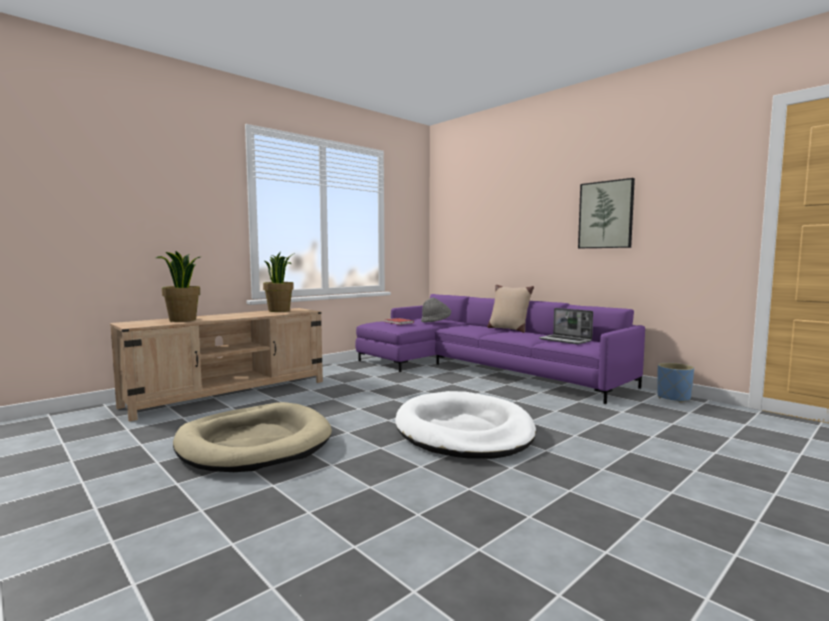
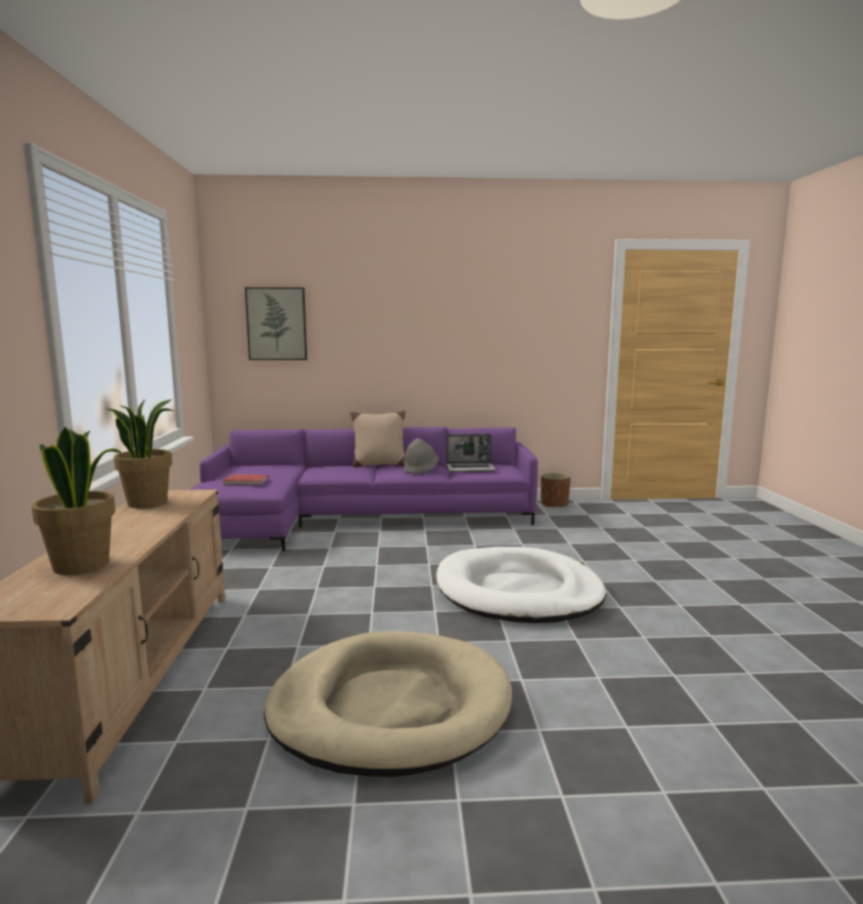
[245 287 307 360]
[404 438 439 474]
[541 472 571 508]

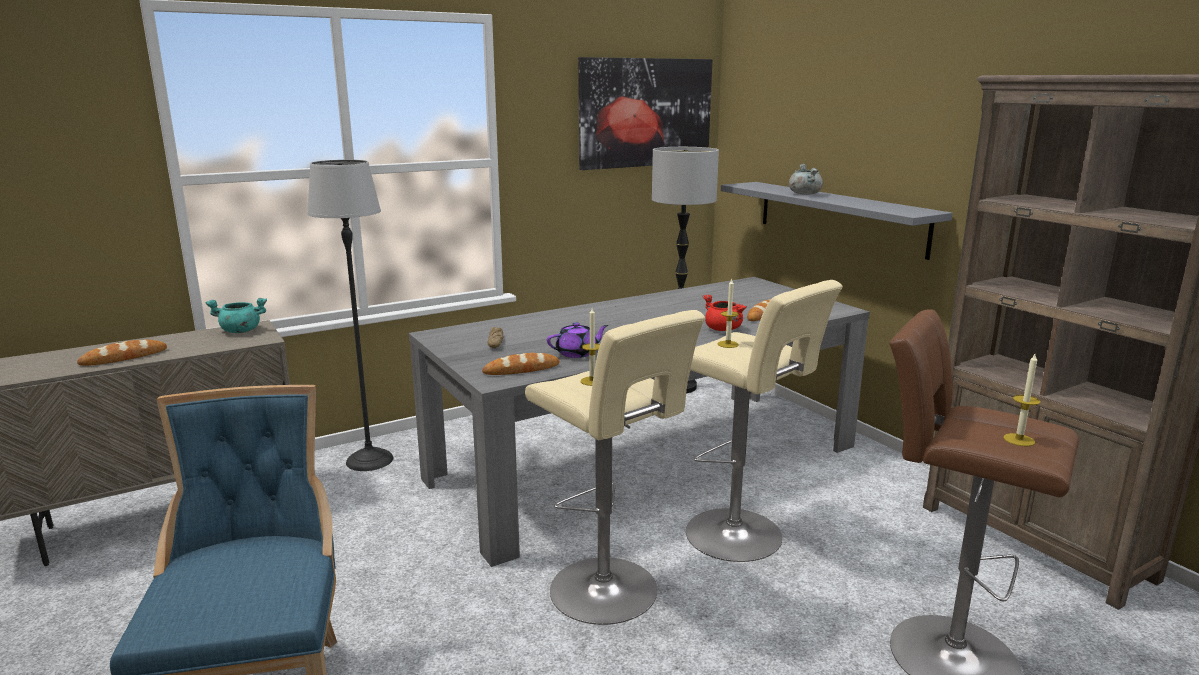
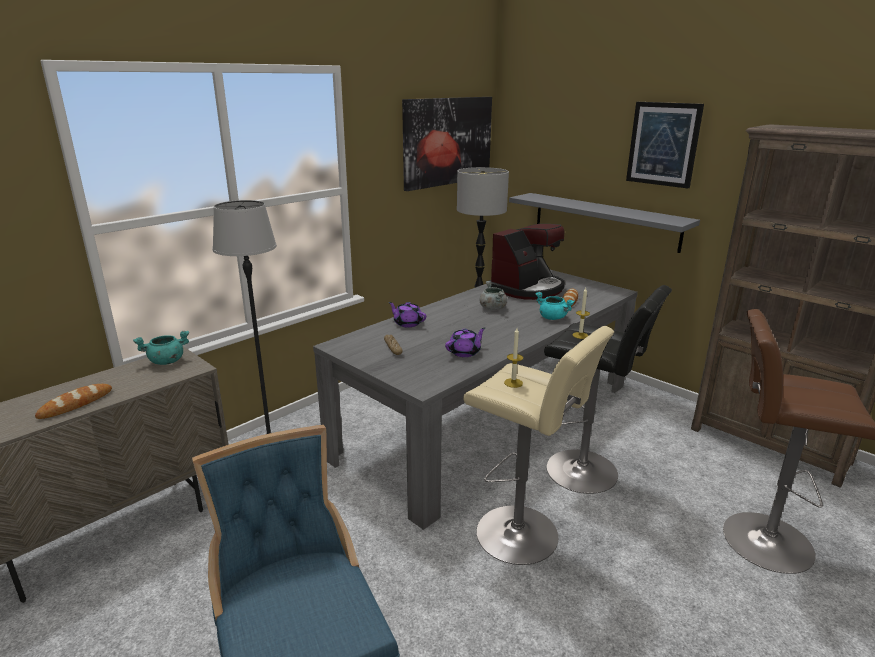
[389 302 426 327]
[480 281 507 310]
[489 224 565 300]
[535 292 575 320]
[544 285 672 494]
[626 102 704 188]
[482 353 560 375] (first image)
[1003 354 1040 447] (first image)

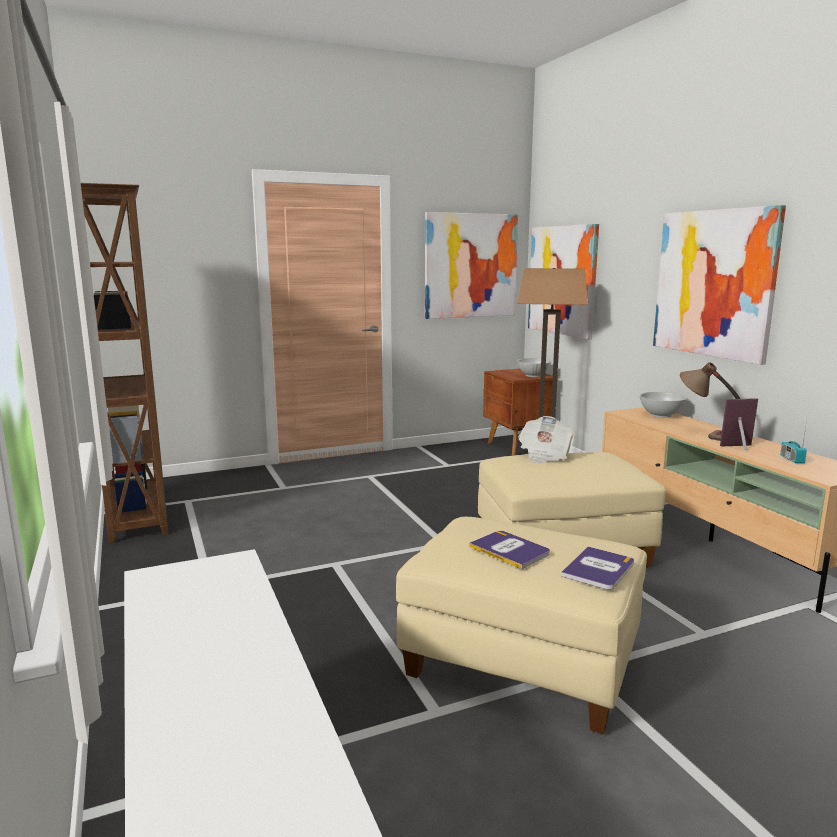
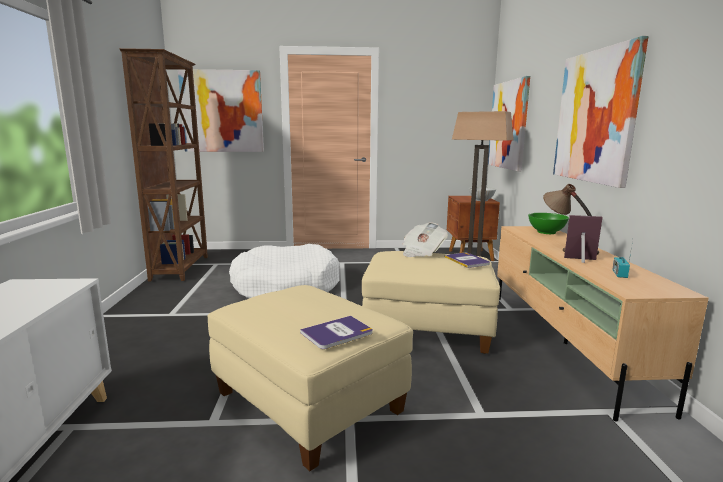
[178 69 264 152]
[229 244 340 298]
[445 253 490 268]
[528 213 569 234]

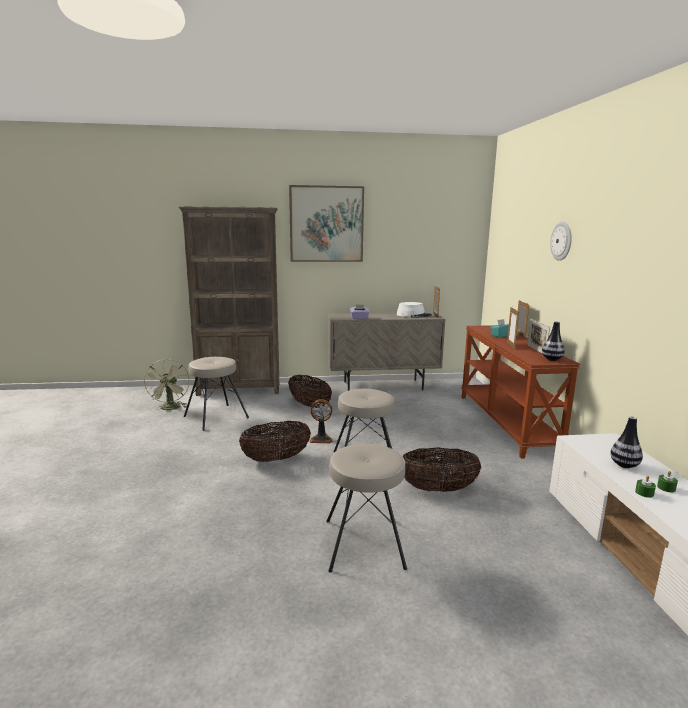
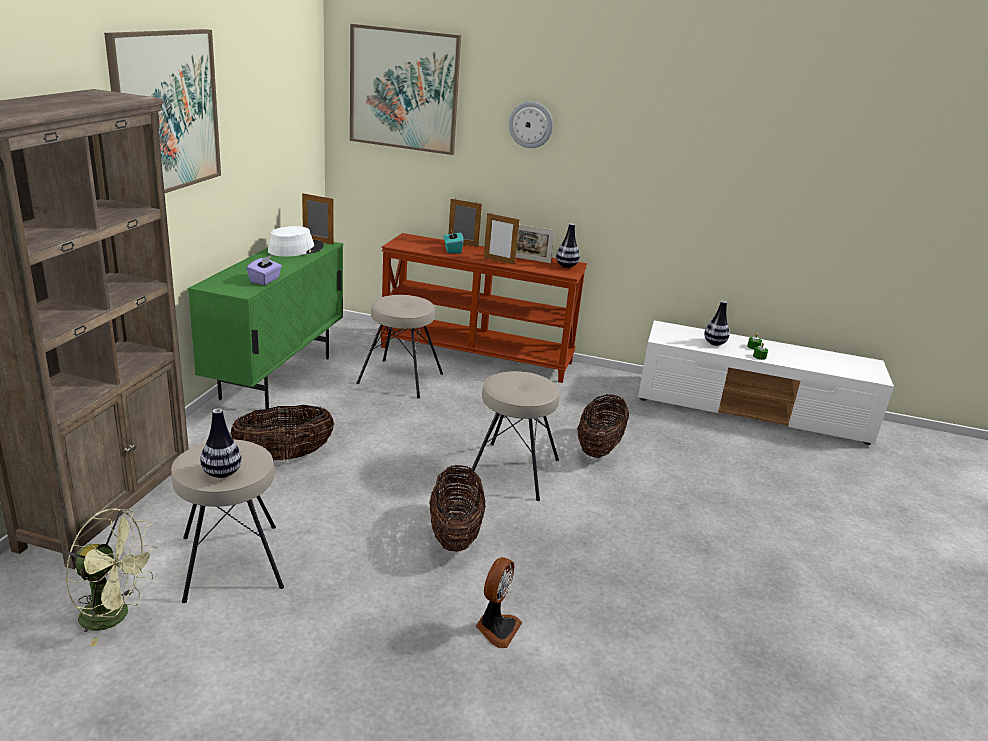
[188 242 343 409]
[200 409 242 478]
[350 24 461 155]
[356 295 443 399]
[476 557 522 648]

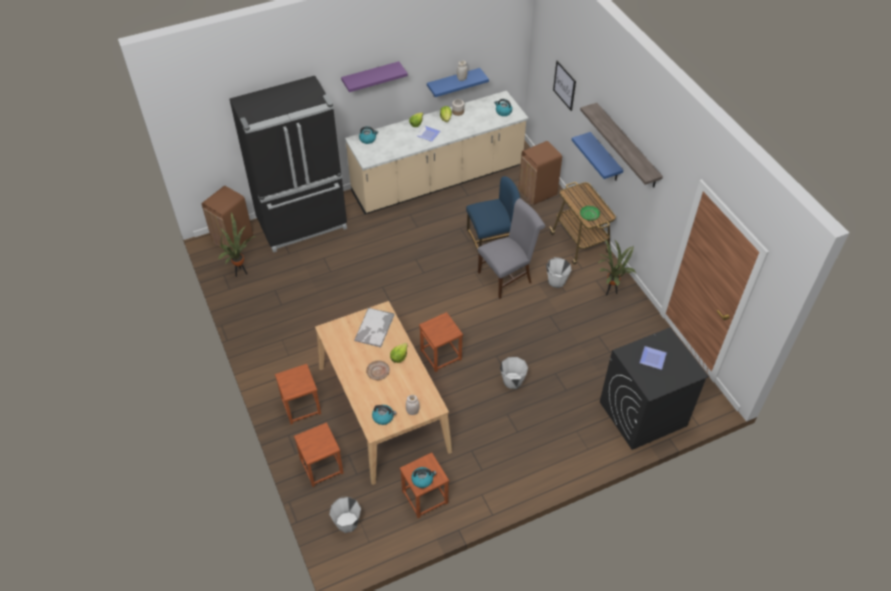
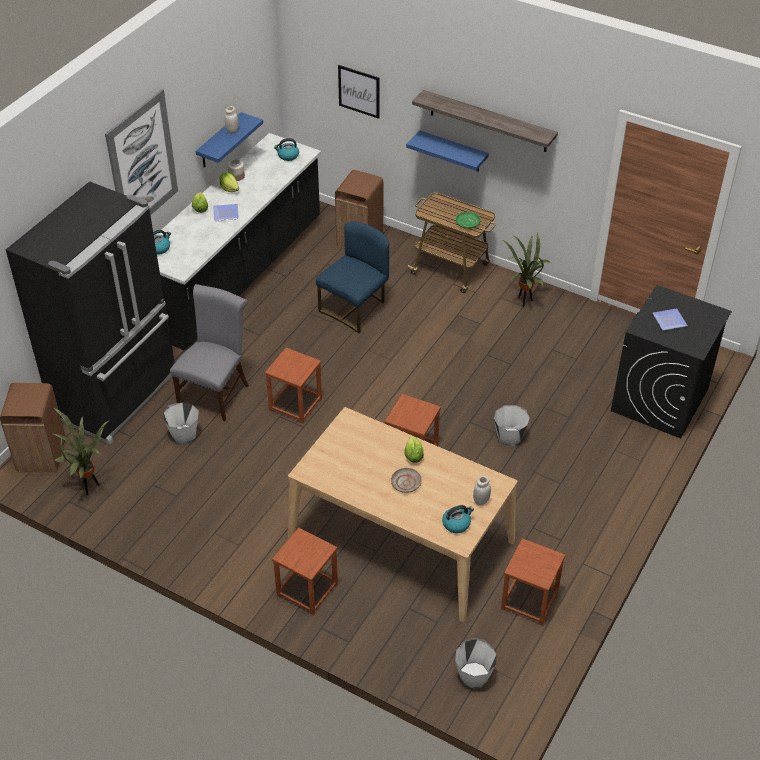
[105 89 178 215]
[156 133 321 350]
[163 402 199 444]
[170 284 249 421]
[265 348 322 424]
[354 308 395 347] (first image)
[411 467 436 488] (first image)

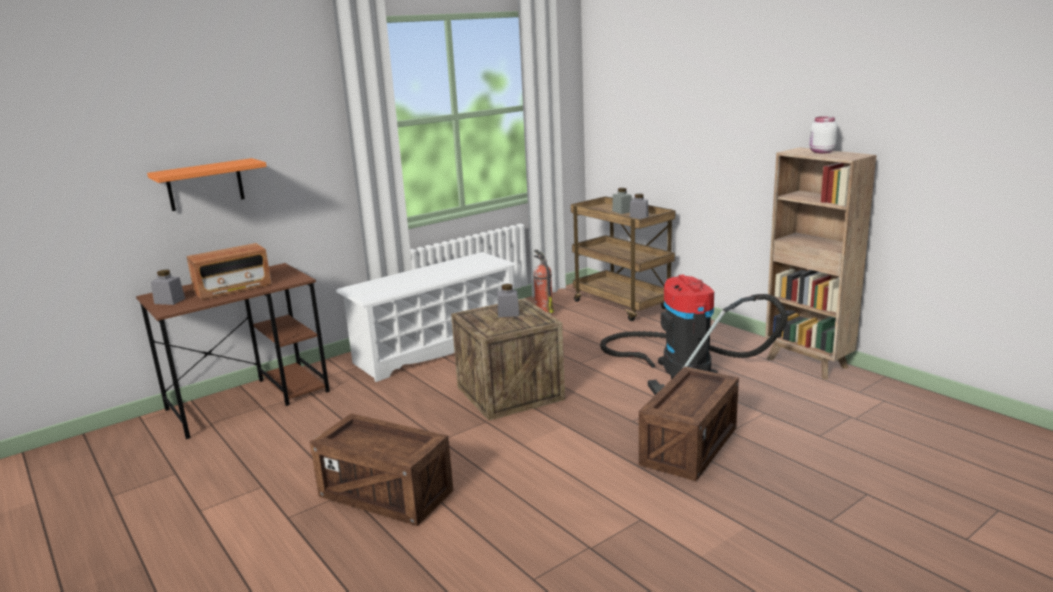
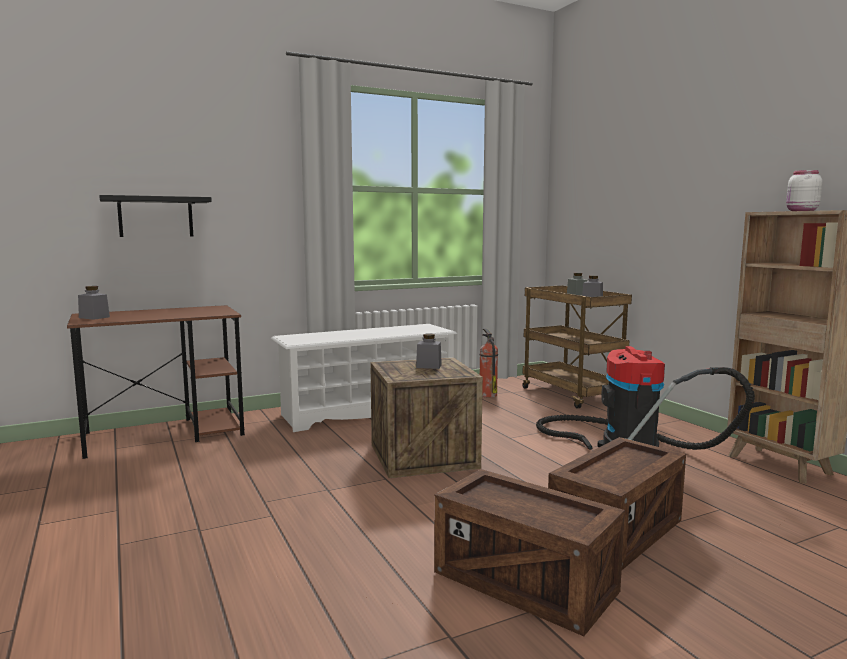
[99 195 212 237]
[434 469 625 636]
[186 243 271 300] (first image)

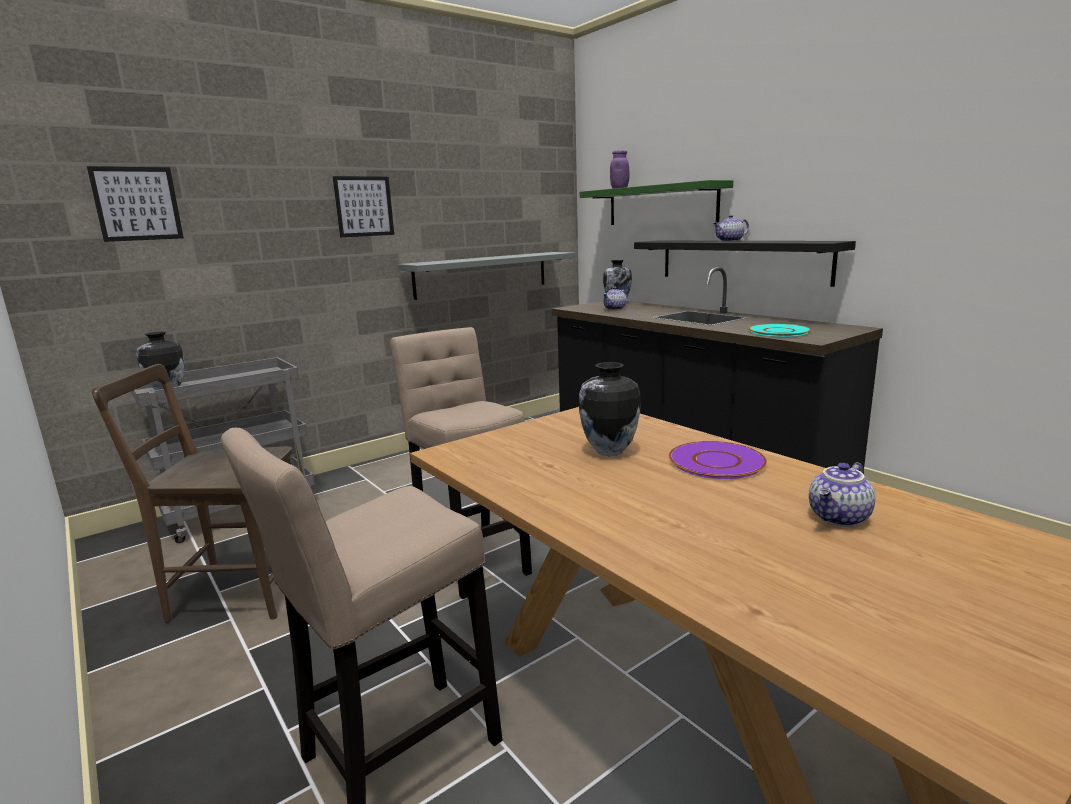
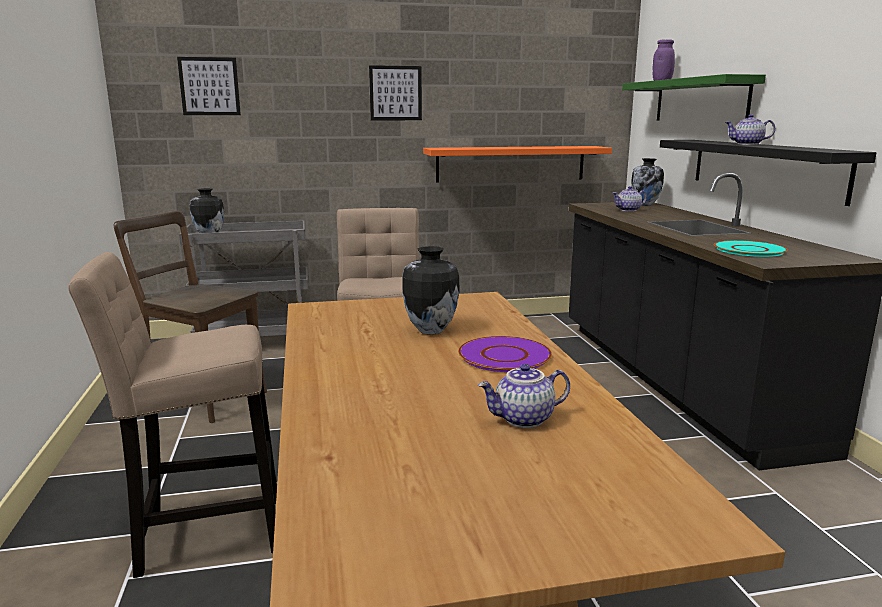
[423 146 612 182]

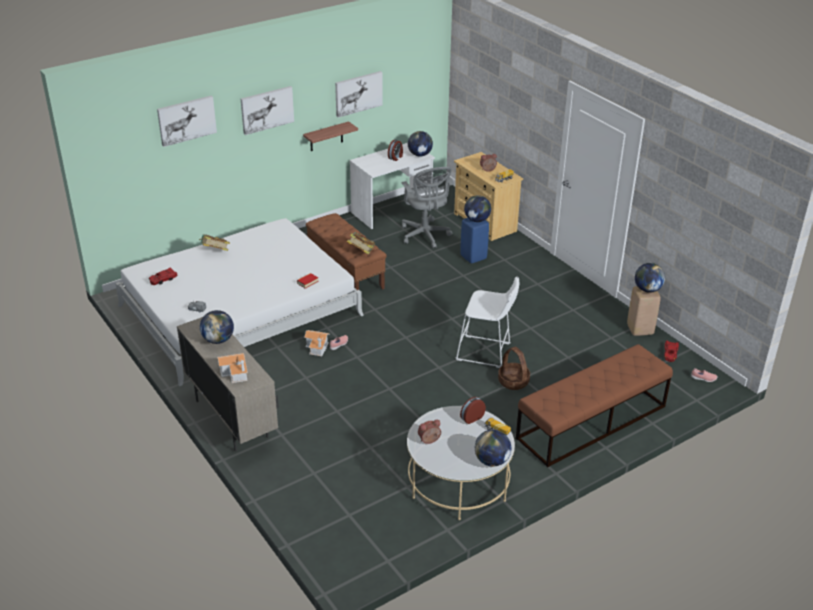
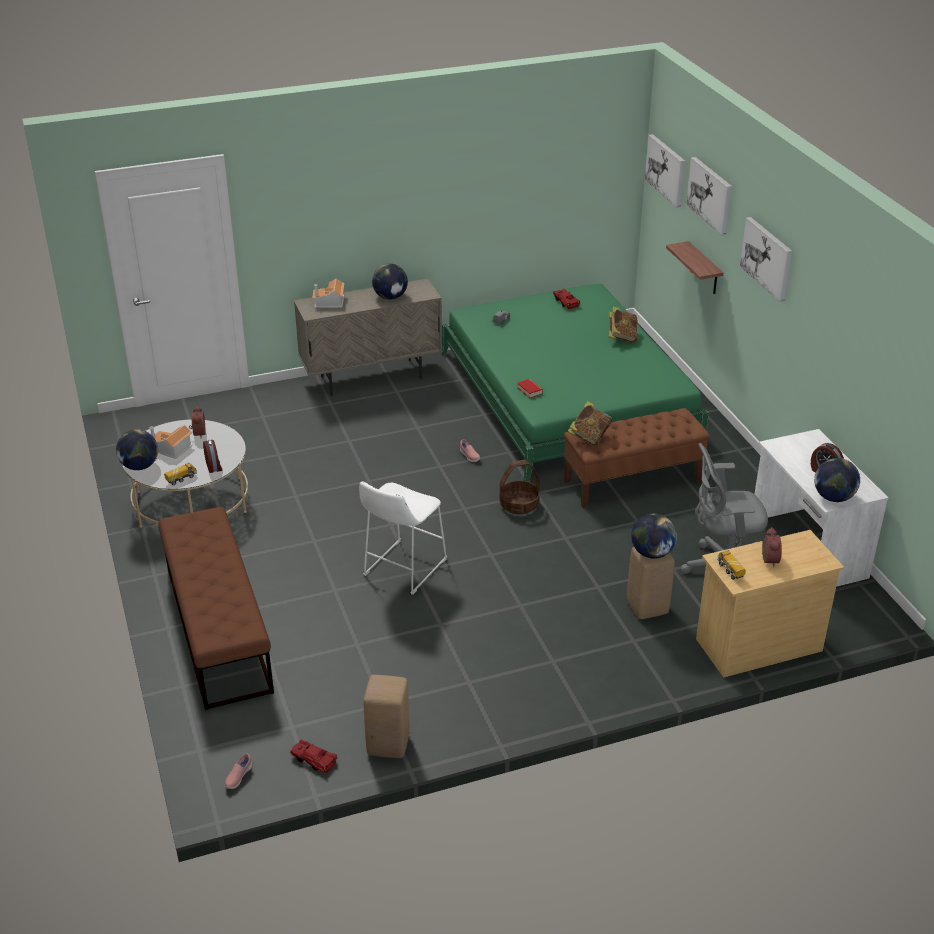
[150 425 193 459]
[440 284 709 482]
[499 460 540 515]
[627 547 675 619]
[645 134 685 208]
[666 241 723 294]
[635 263 665 293] (first image)

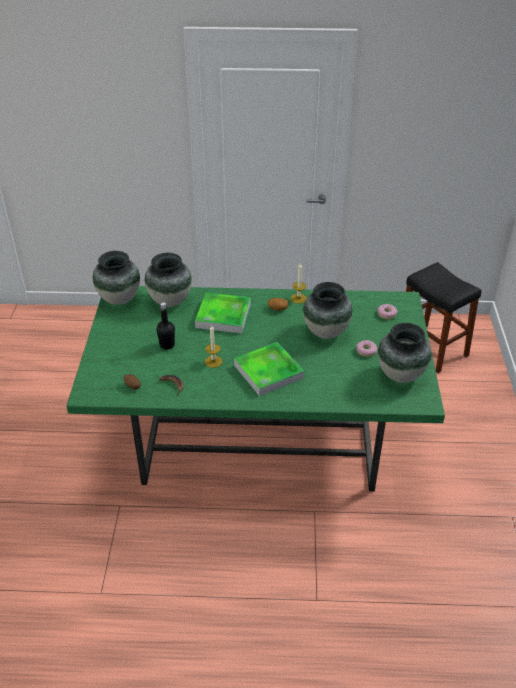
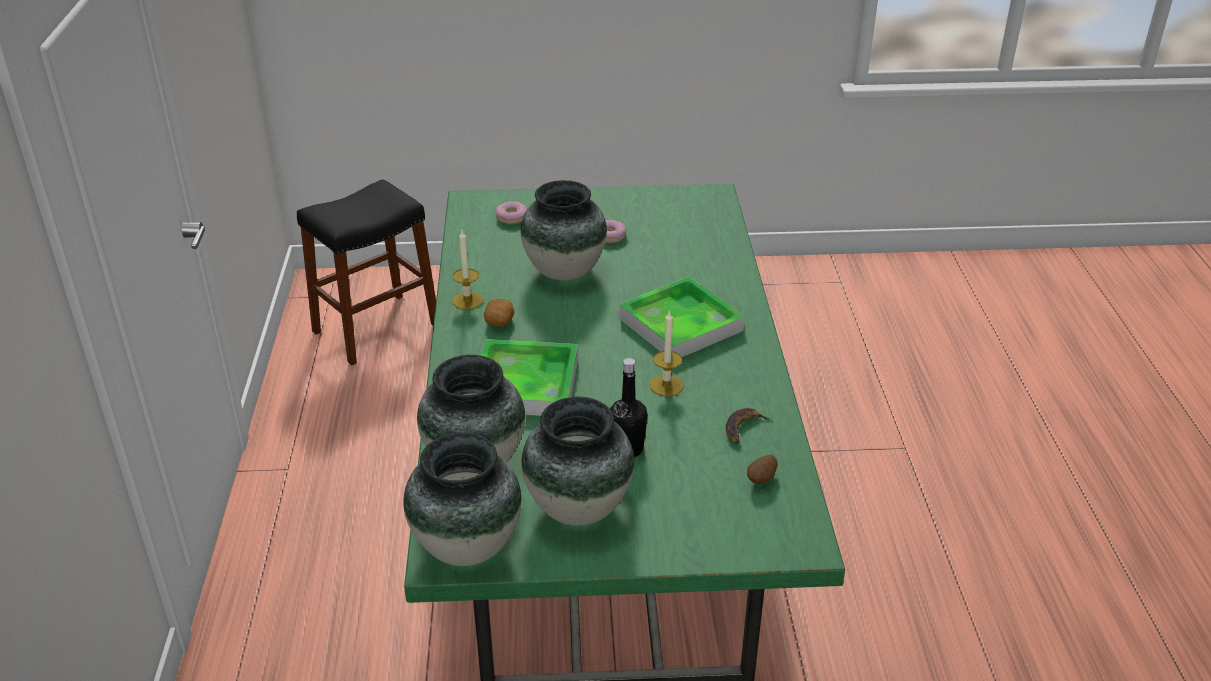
[521 397 634 526]

